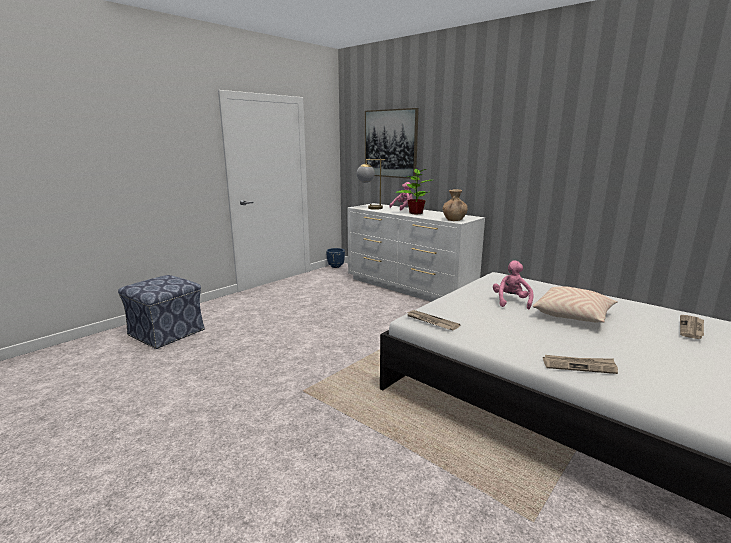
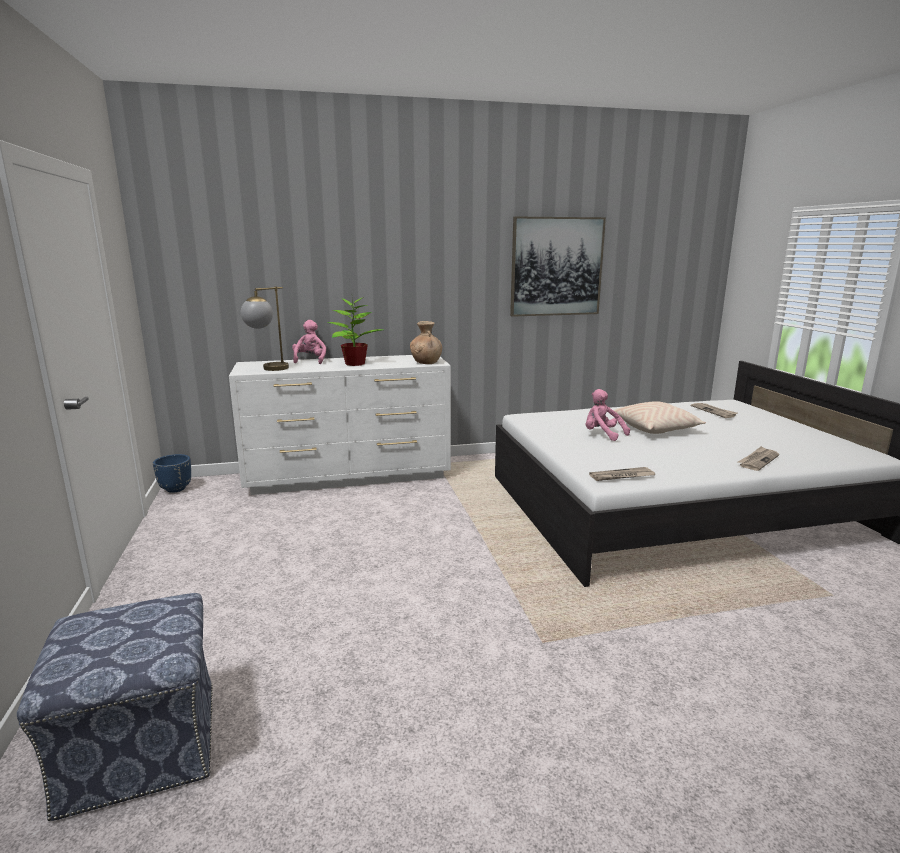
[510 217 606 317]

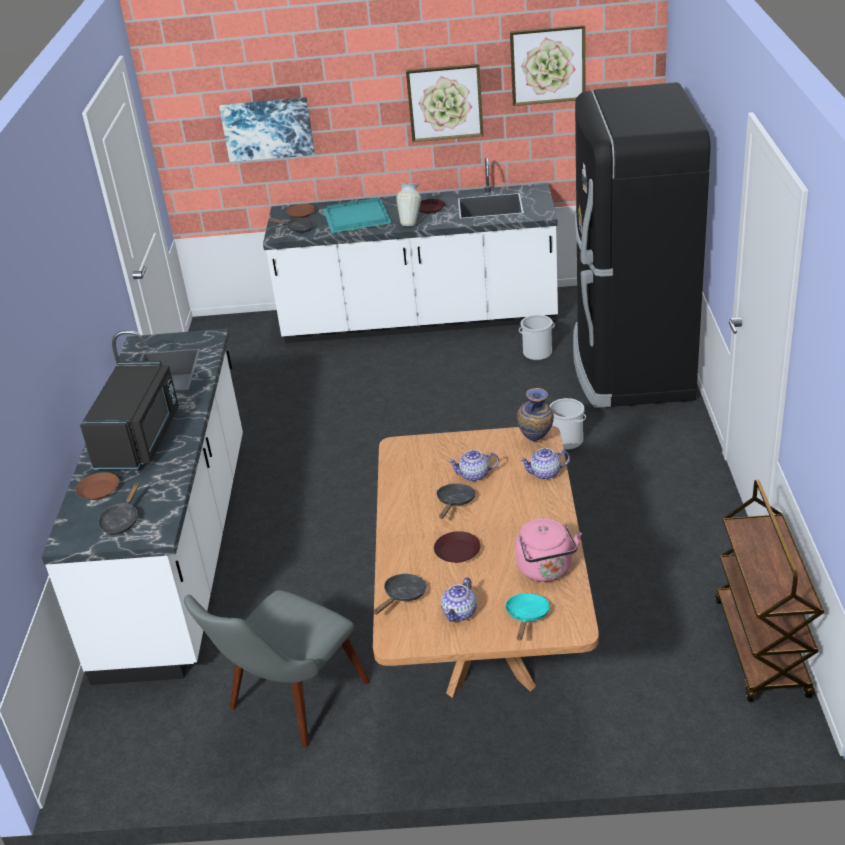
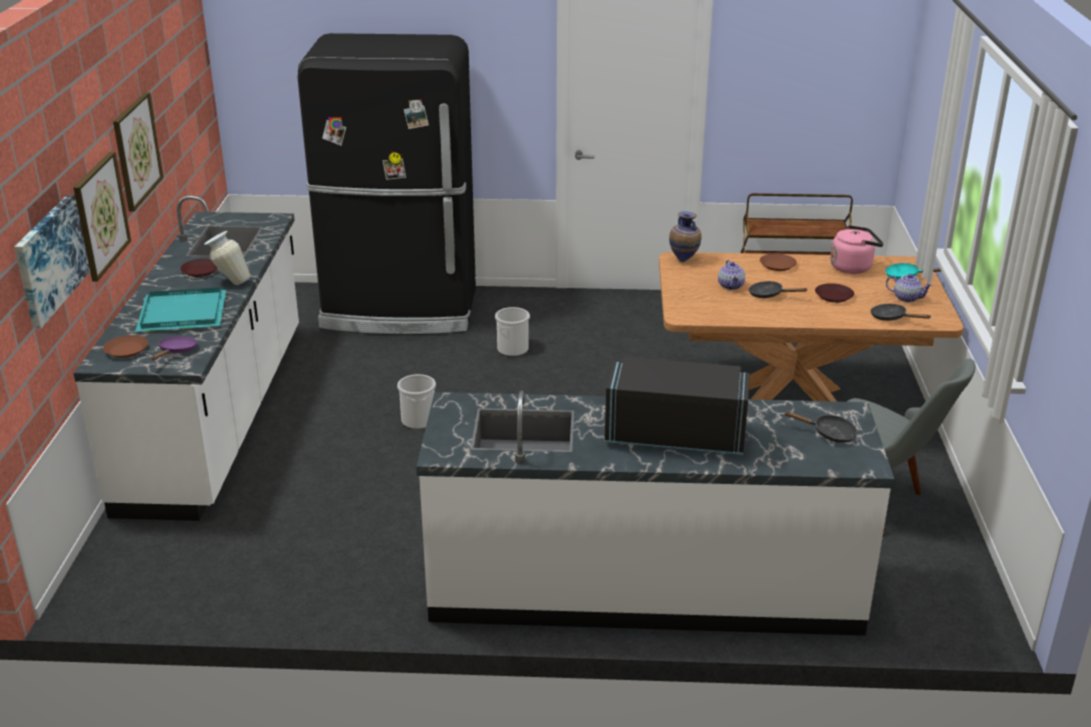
[73 152 131 281]
[151 336 198 360]
[397 374 436 429]
[760 254 797 271]
[520 448 570 480] (first image)

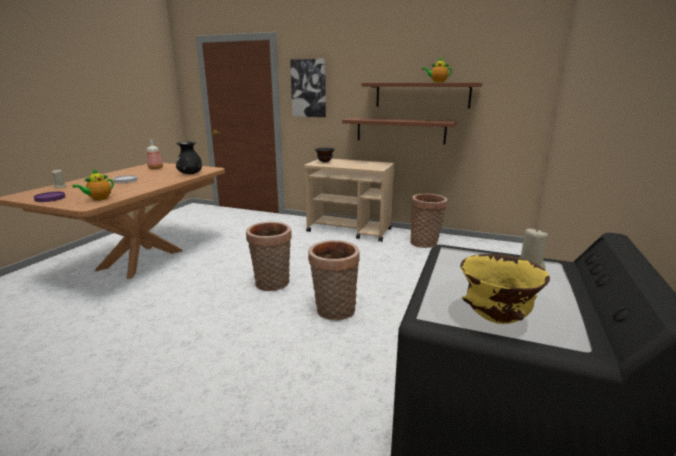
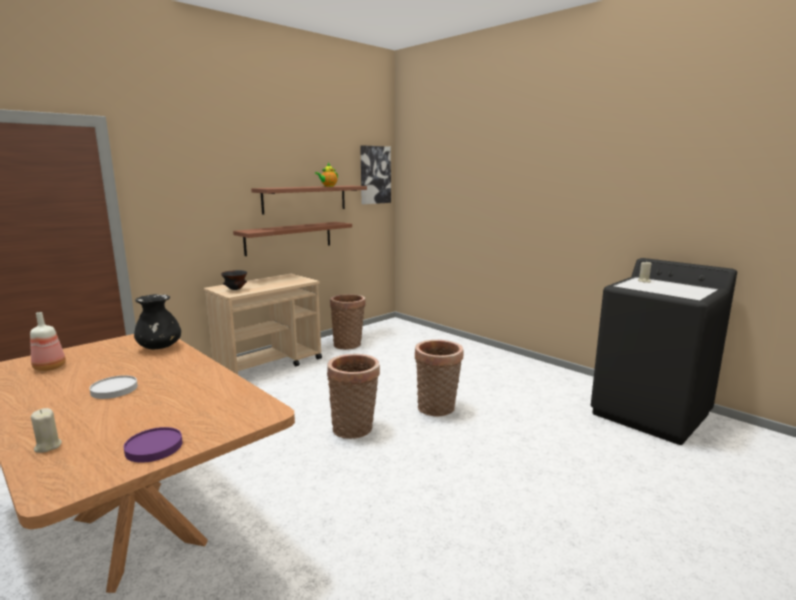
[360 145 391 204]
[72 169 114 201] (first image)
[460 254 550 324] (first image)

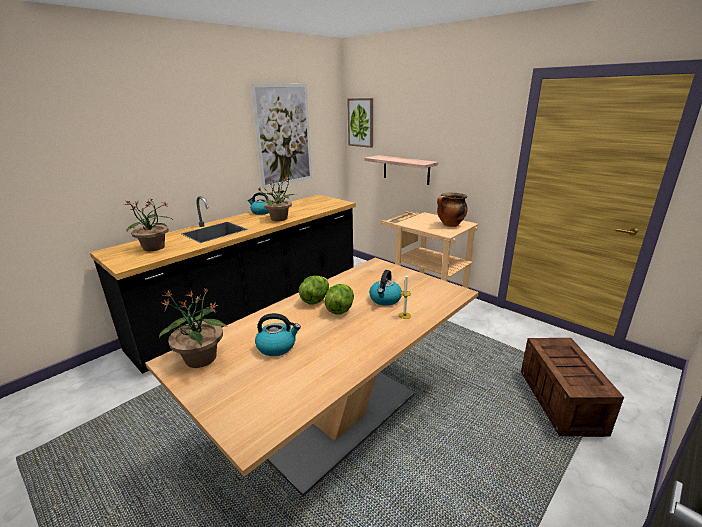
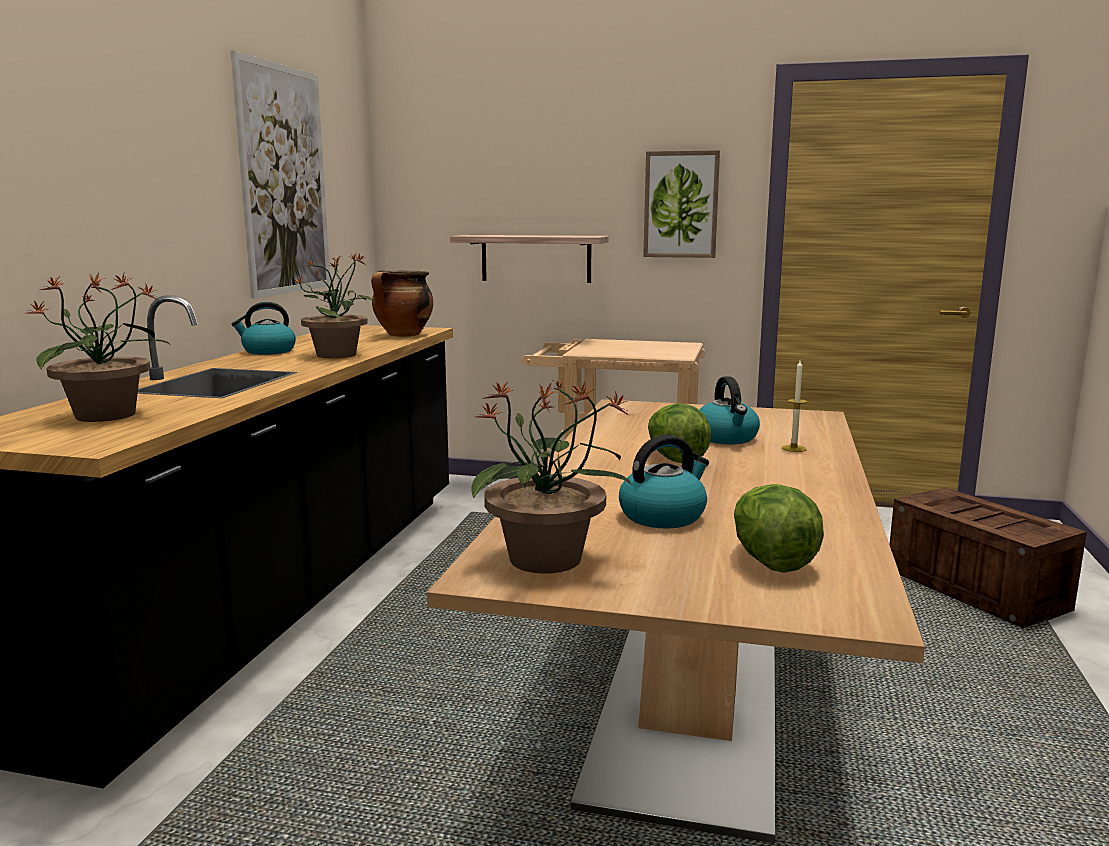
[371 270 433 337]
[643 150 720 258]
[734 484 824 573]

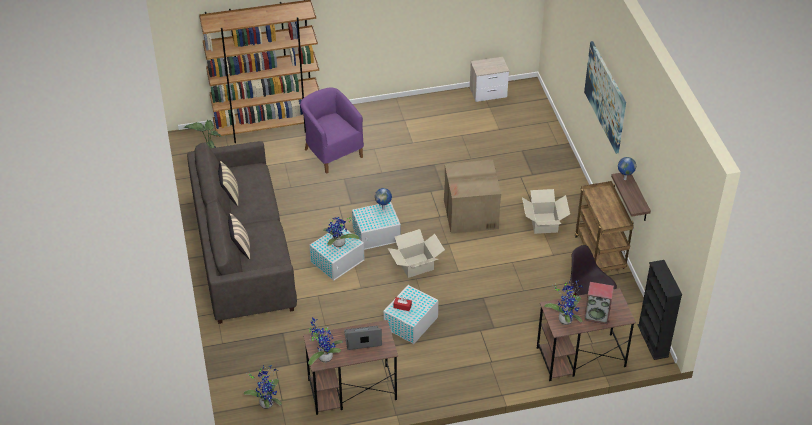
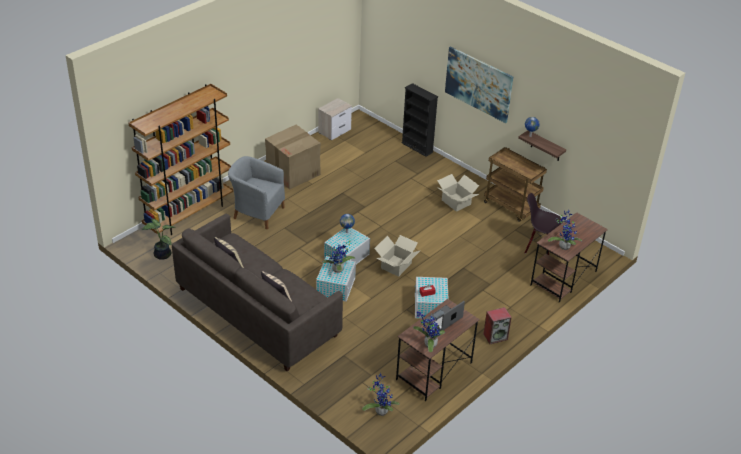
[228 156 285 229]
[265 125 321 189]
[401 83 438 157]
[483 307 512 344]

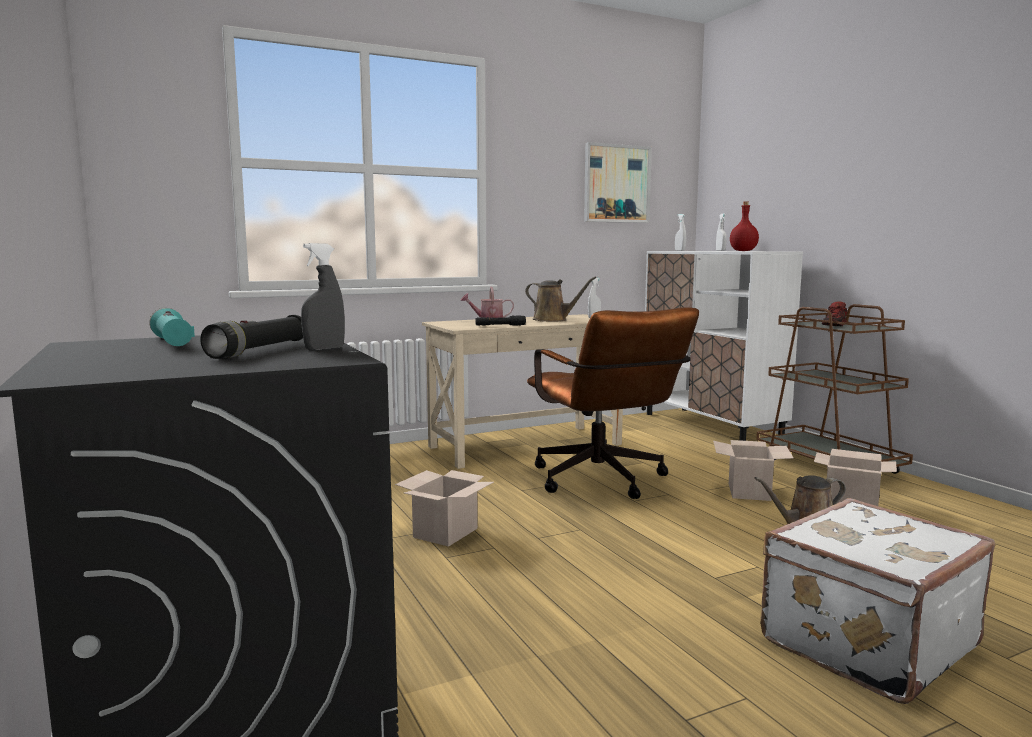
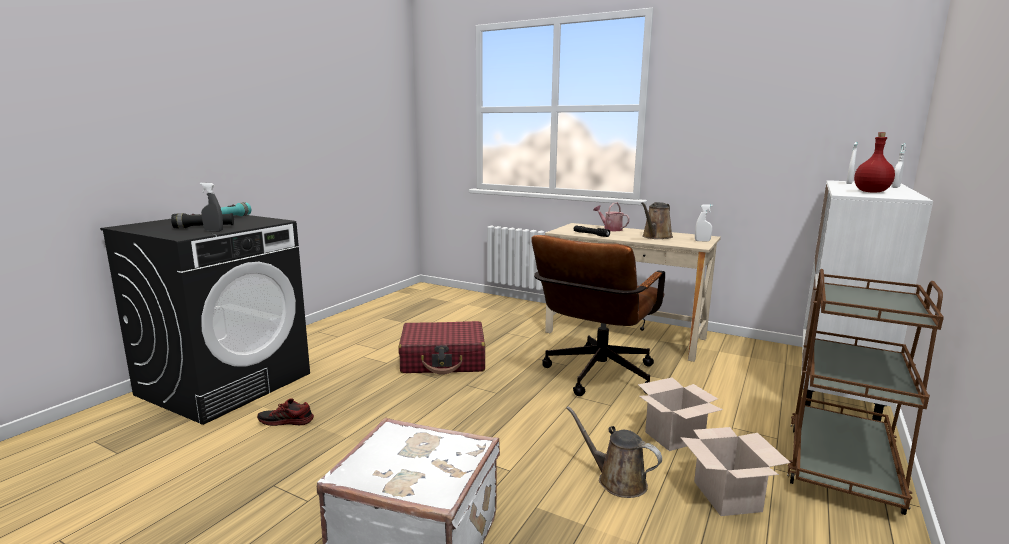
[257 399 314 426]
[398 321 485 375]
[641 202 673 239]
[584 142 652 223] (first image)

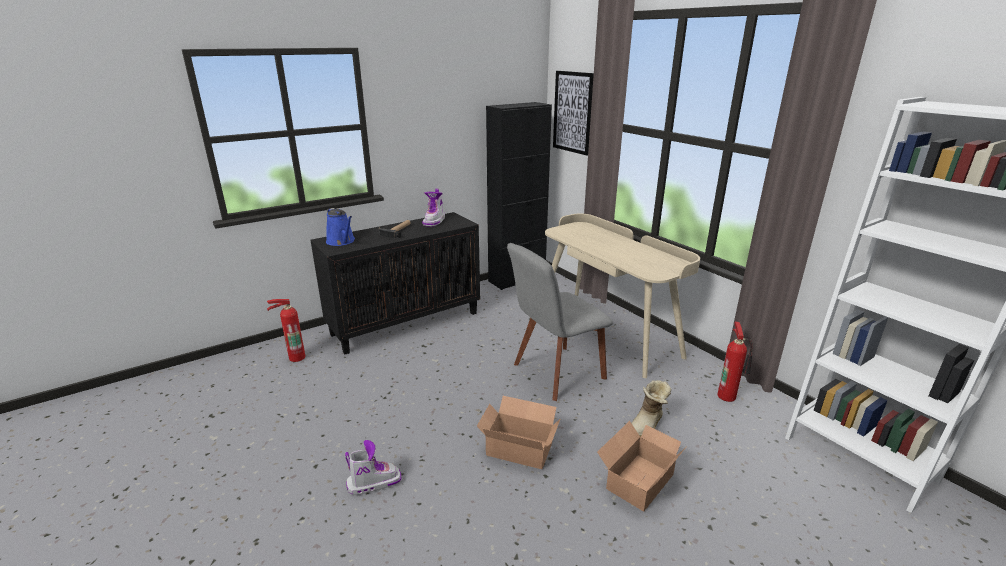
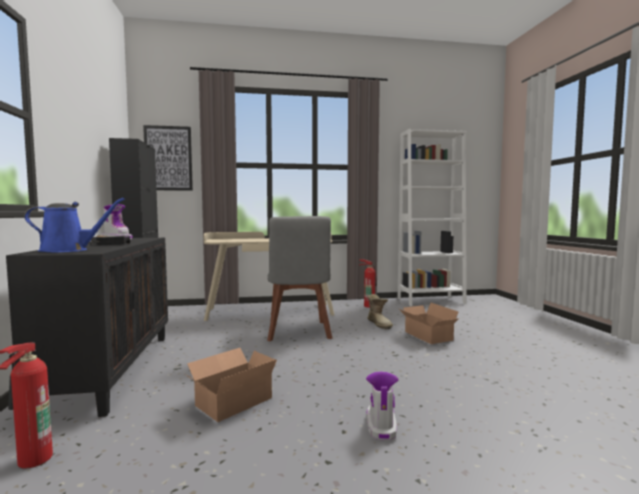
[185 348 277 422]

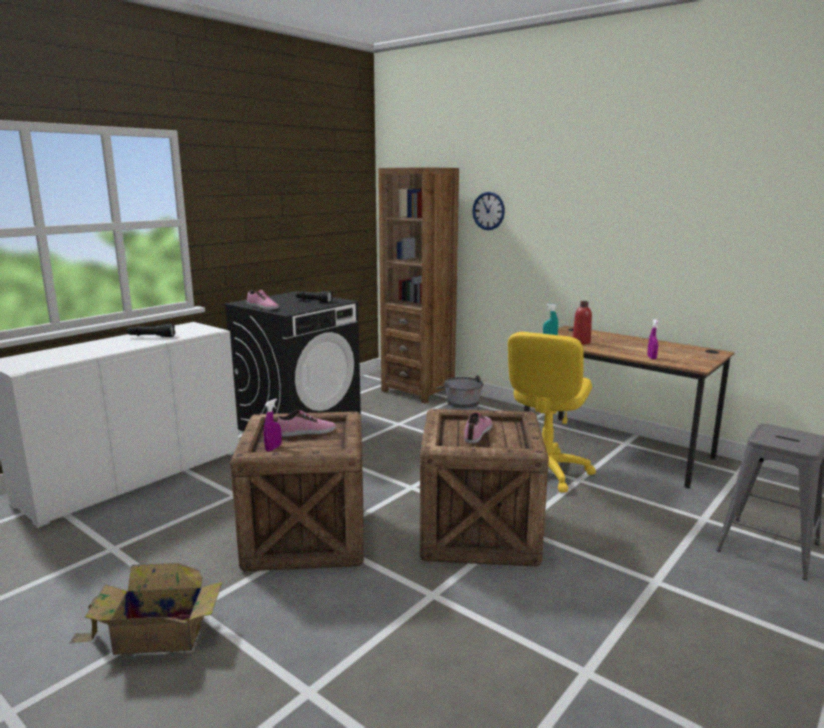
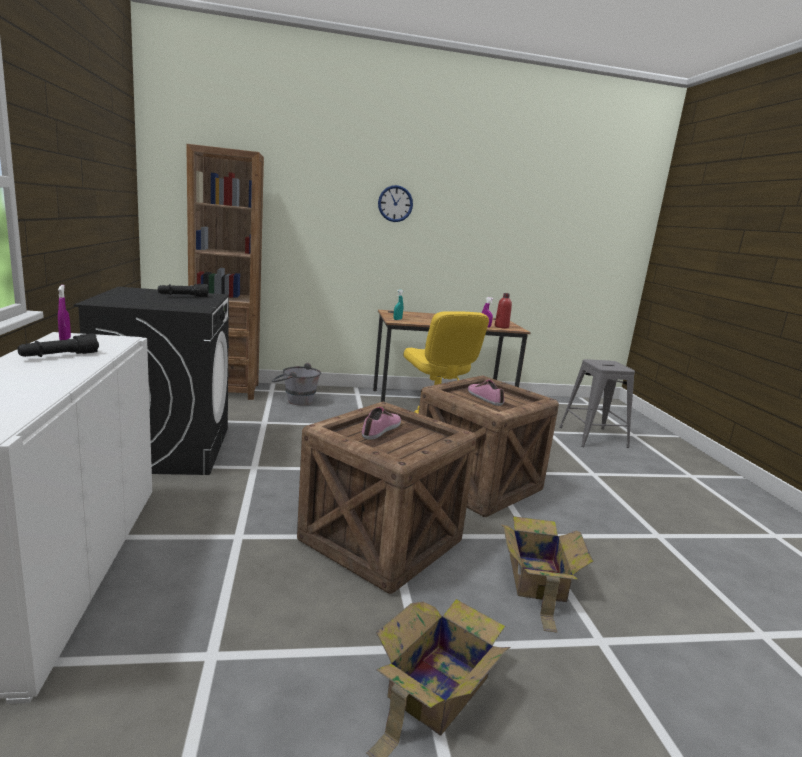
[58 285 71 340]
[378 185 413 222]
[495 293 512 329]
[501 516 593 632]
[247 290 279 310] (first image)

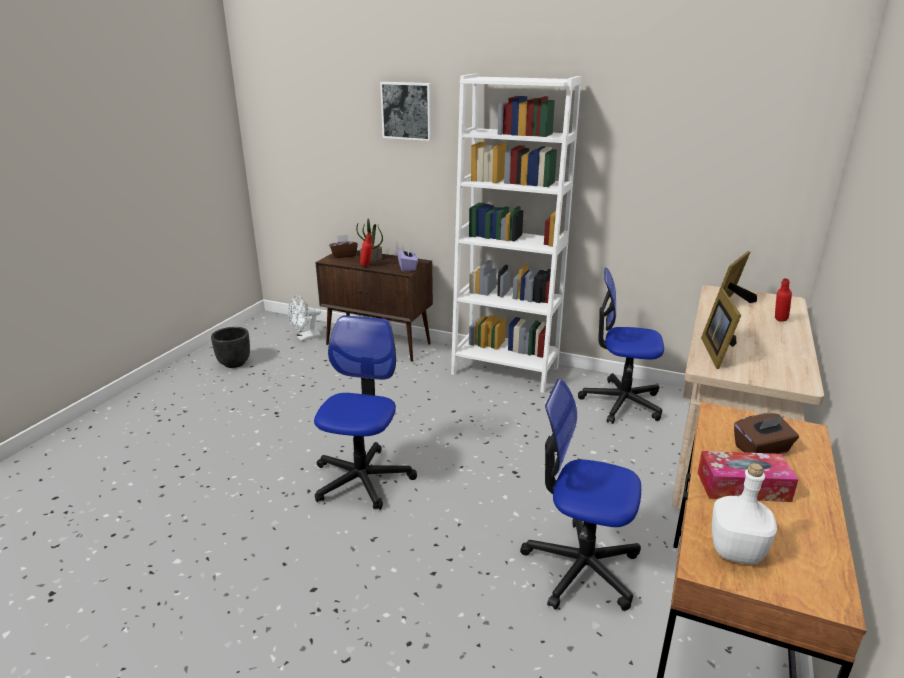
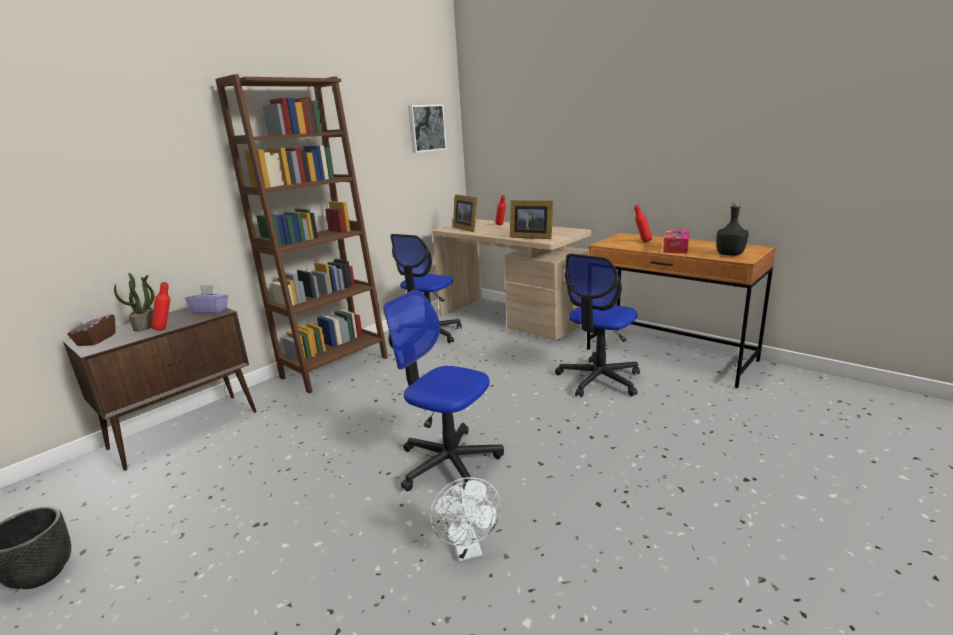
[215 74 388 394]
[408 104 447 153]
[430 477 501 562]
[634 205 652 242]
[716 202 749 256]

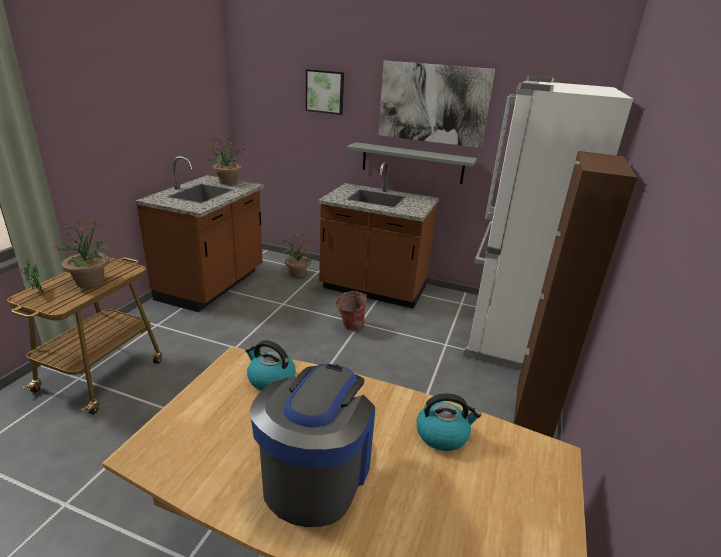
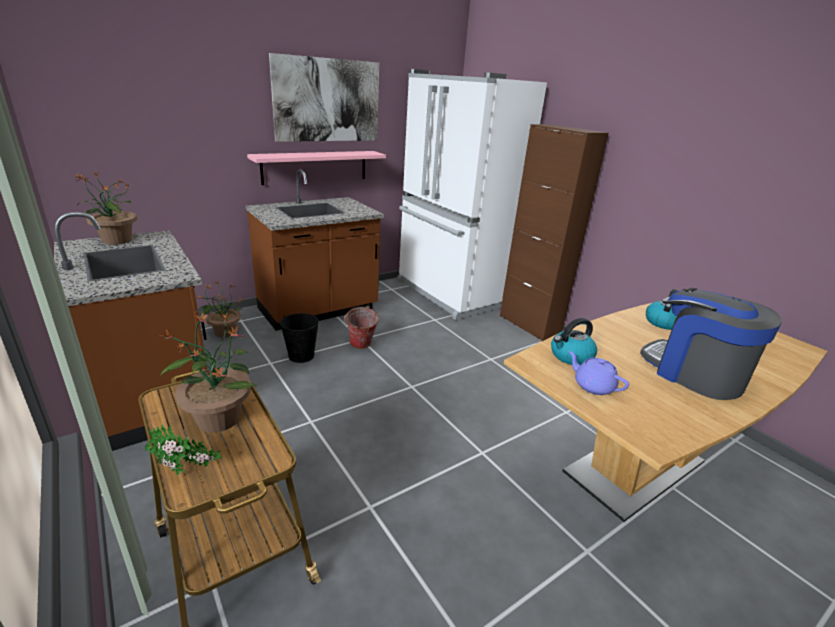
[247 151 386 185]
[280 313 319 363]
[568 351 629 395]
[306 69 344 115] (first image)

